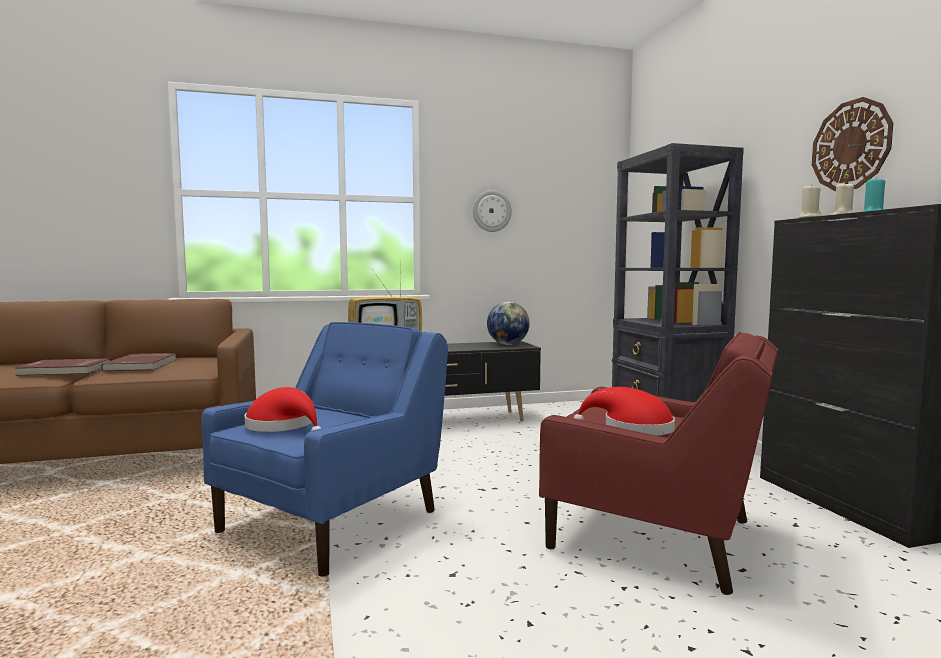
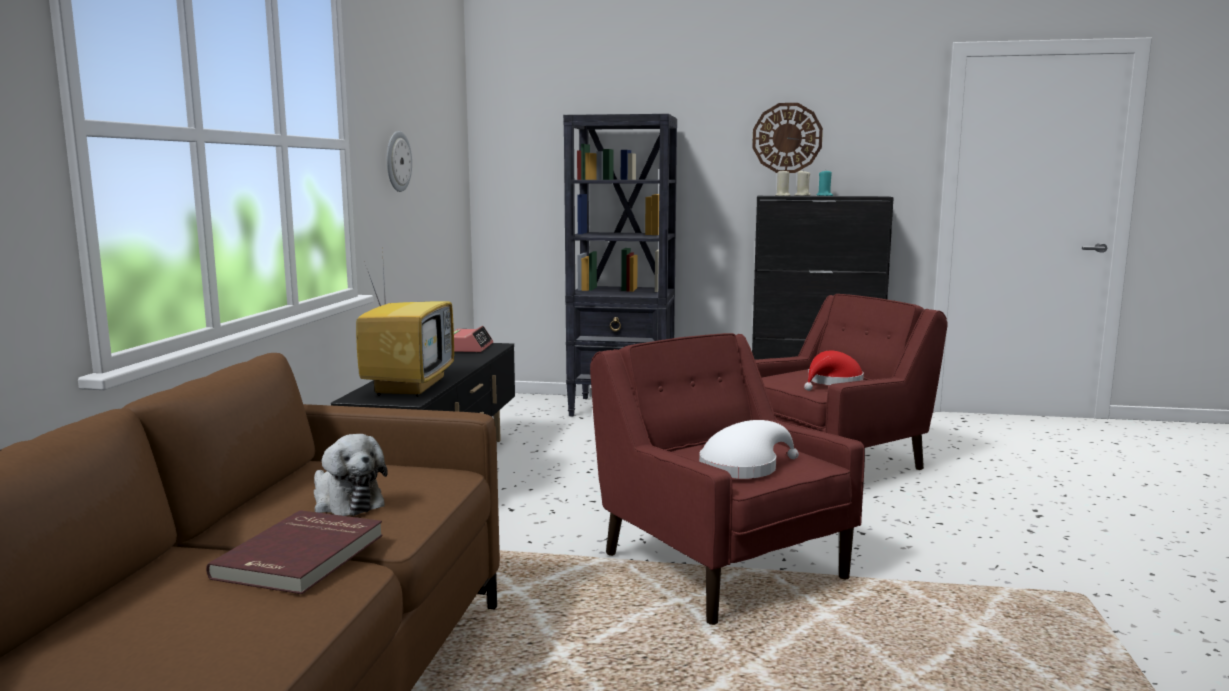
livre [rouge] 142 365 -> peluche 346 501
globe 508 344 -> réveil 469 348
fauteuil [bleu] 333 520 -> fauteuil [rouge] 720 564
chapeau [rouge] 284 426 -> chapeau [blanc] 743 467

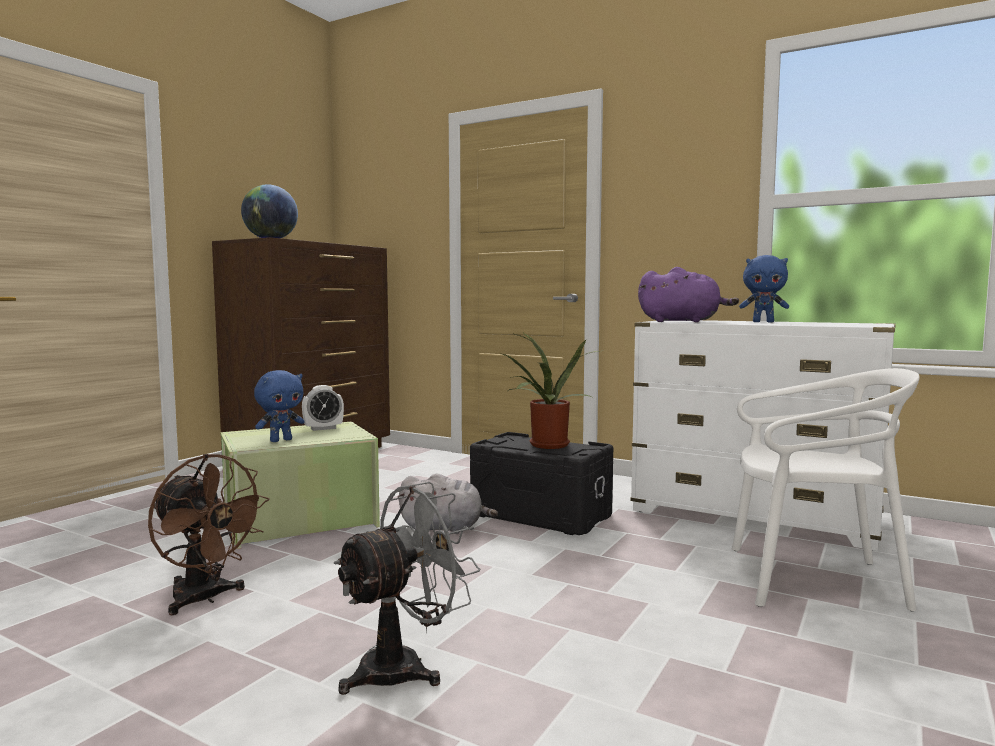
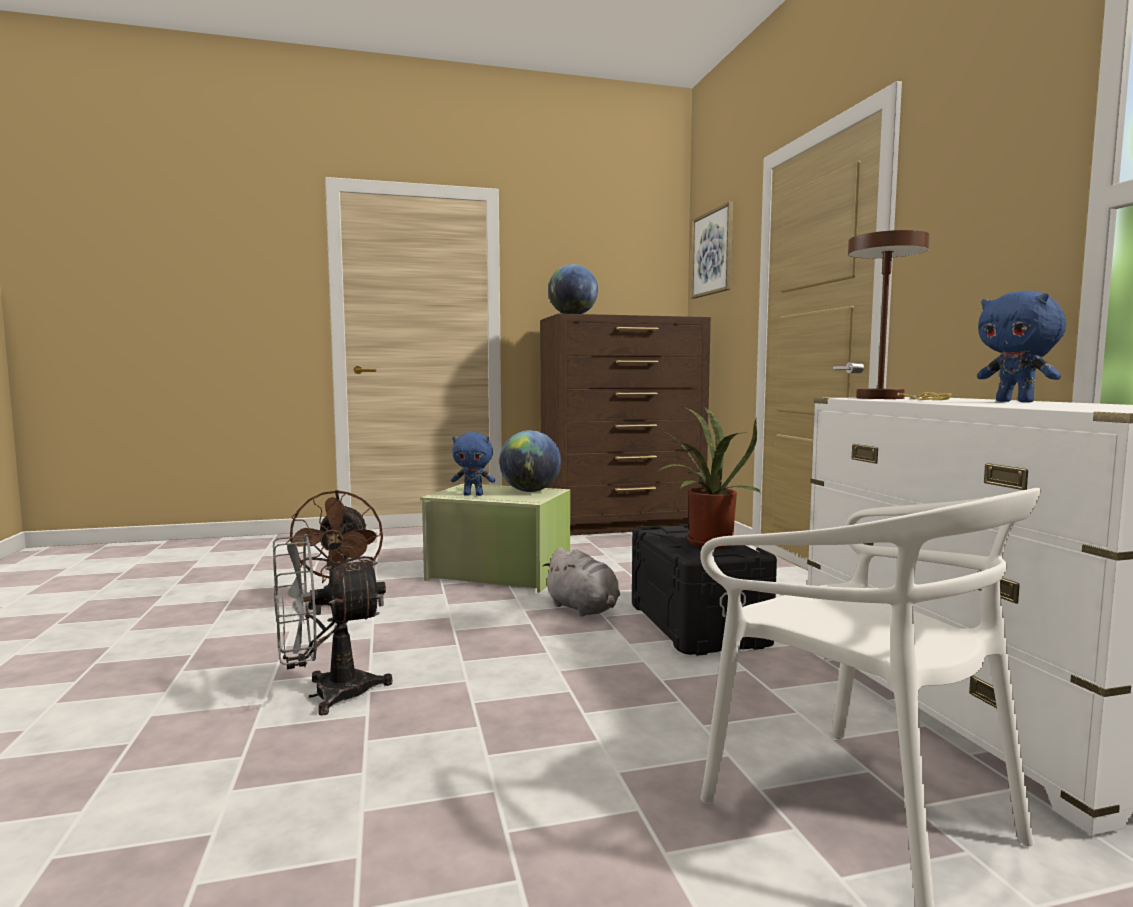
ventilateur [gris] 405 667 -> ventilateur [gris] 326 695, 150 degrees clockwise
réveil 323 428 -> globe 530 491
none -> tableau 712 253
peluche [violet] 682 321 -> lampe de table [marron] 887 398

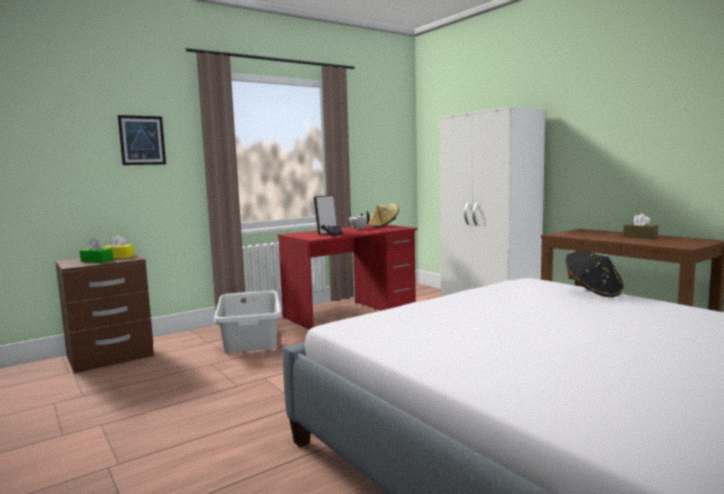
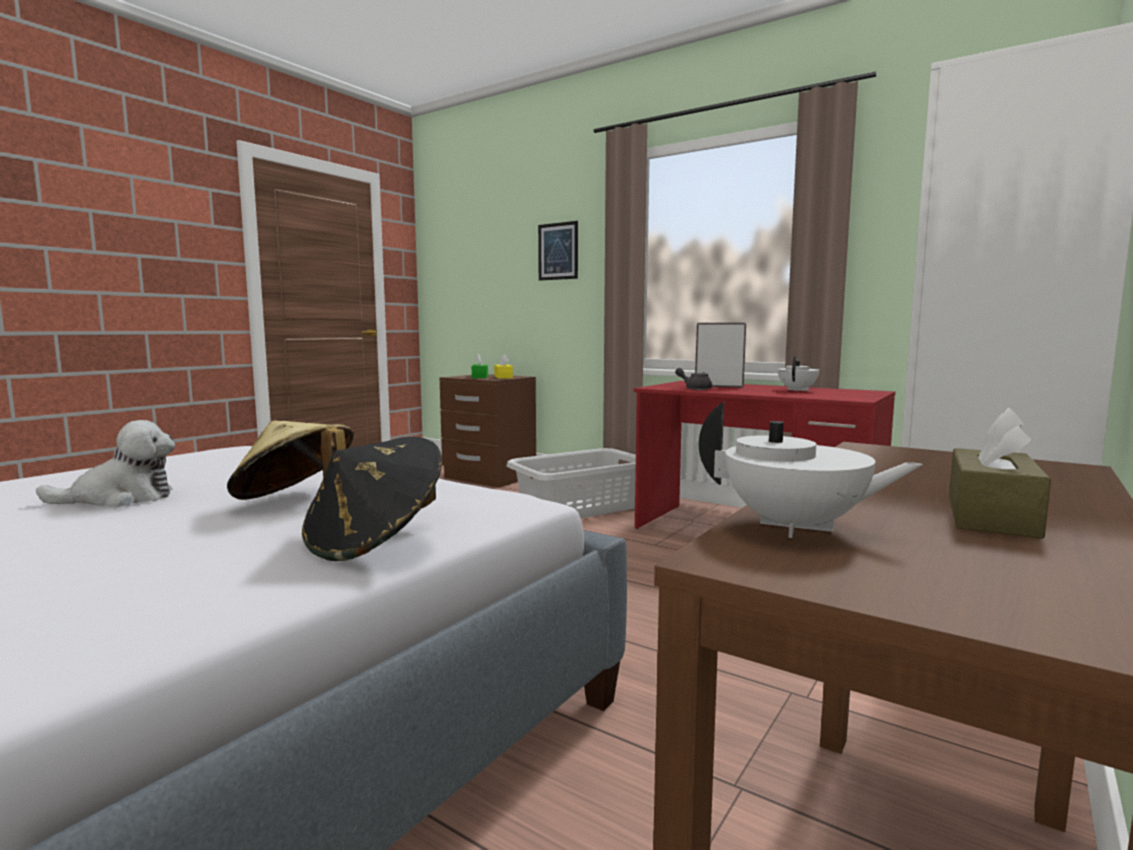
none -> peluche 121 498
chapeau [beige] 384 226 -> chapeau [beige] 296 501, shifted
none -> théière [blanc] 796 527

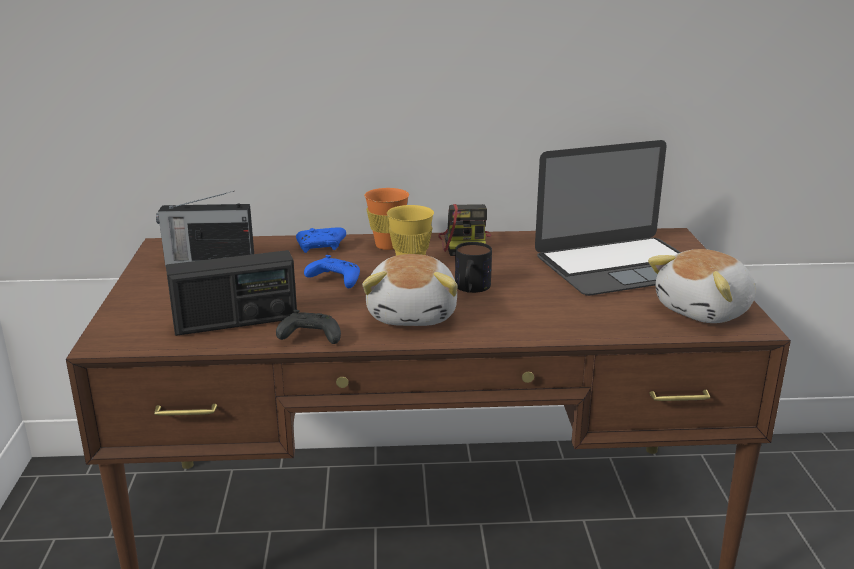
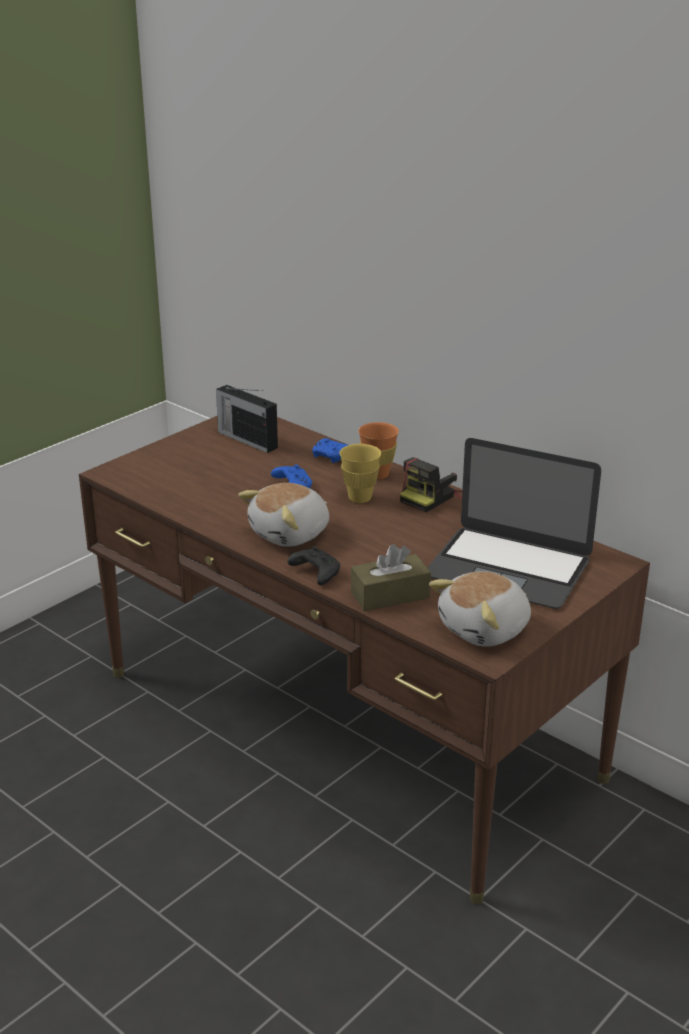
manette [noir] 309 338 -> manette [noir] 315 573, shifted
none -> boîte à mouchoirs [marron] 390 595
peluche 705 311 -> peluche 485 629, 45 degrees counterclockwise
radio 236 322 -> none
mug 471 289 -> none

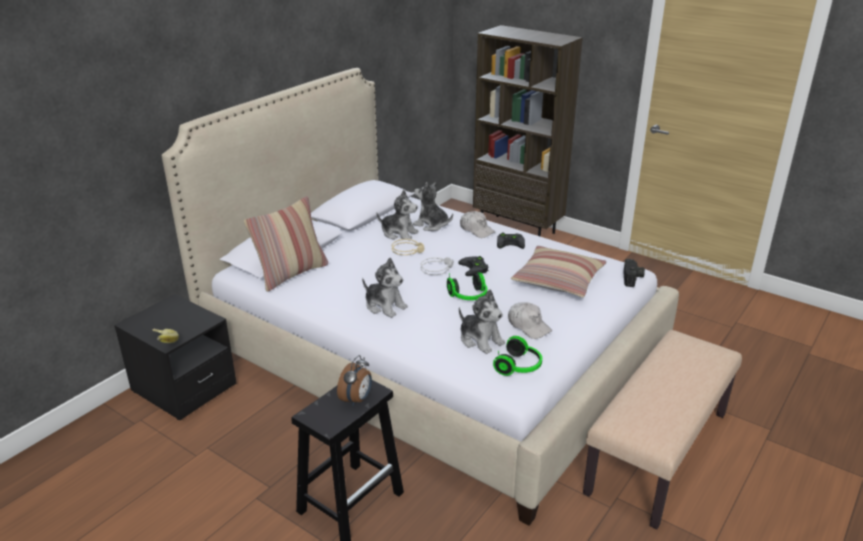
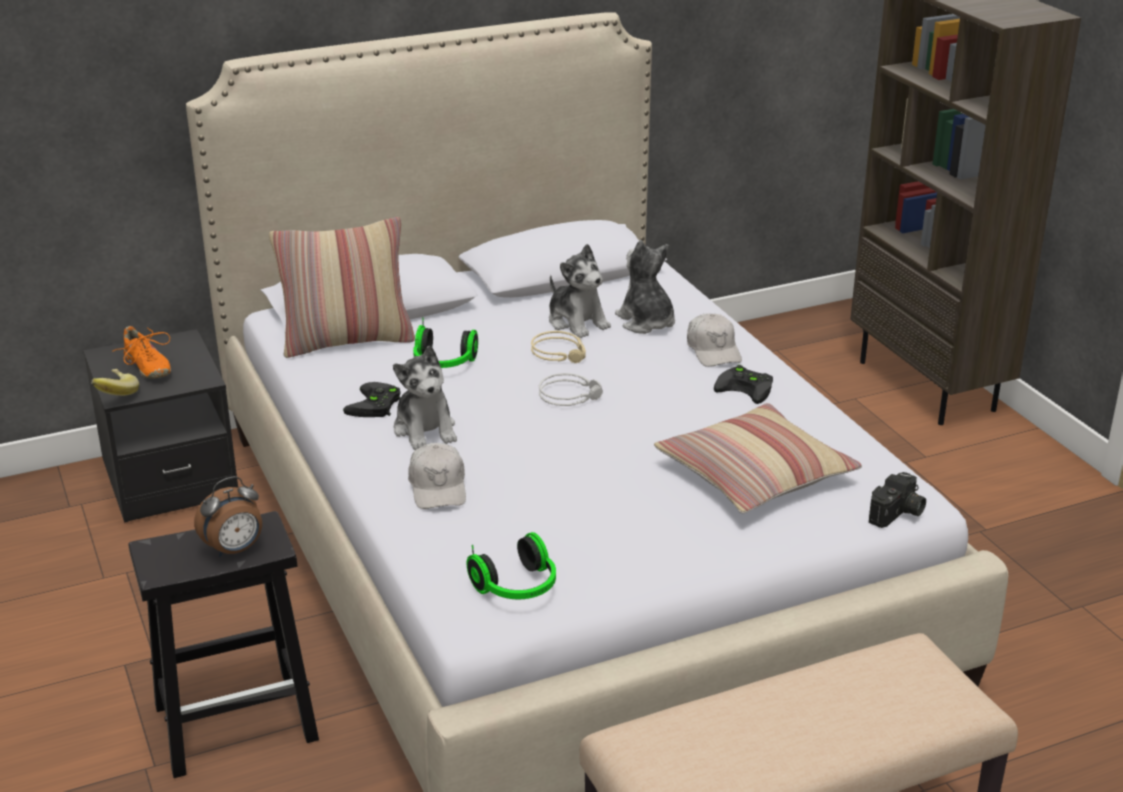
none -> chaussure [orange] 147 367
manette [noir] 475 268 -> manette [noir] 375 406, shifted
casquette [blanc] 528 326 -> casquette [blanc] 438 487, shifted
casque audio 469 297 -> casque audio 443 364, shifted
peluche 480 340 -> none

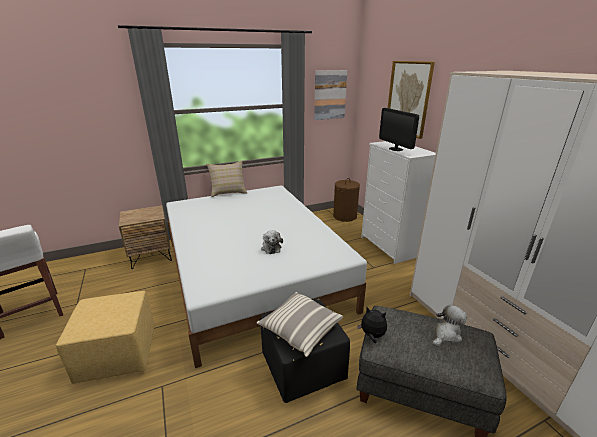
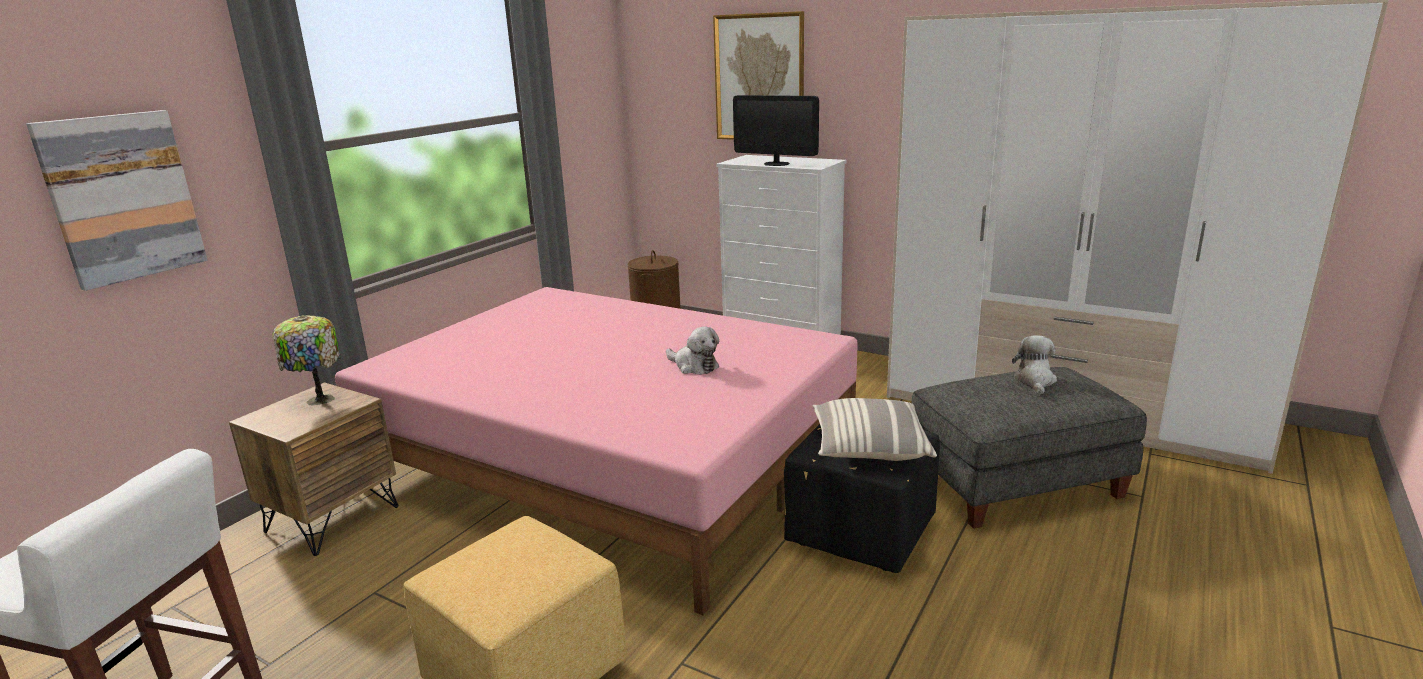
tableau 329 95 -> tableau 122 197, shifted
none -> lampe de table 318 401
lit [blanc] 253 273 -> lit [rose] 610 461
coussin [beige] 228 192 -> none
peluche 372 336 -> none

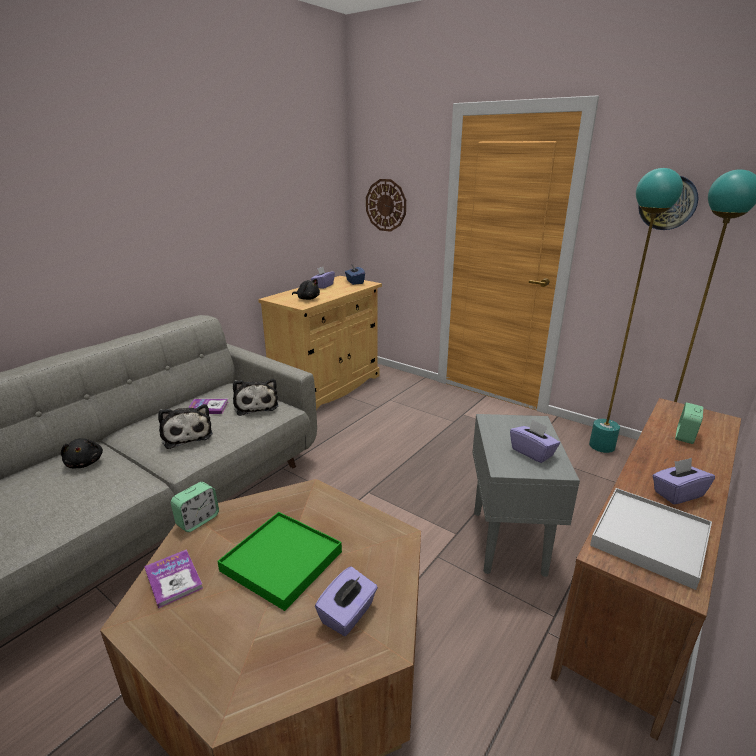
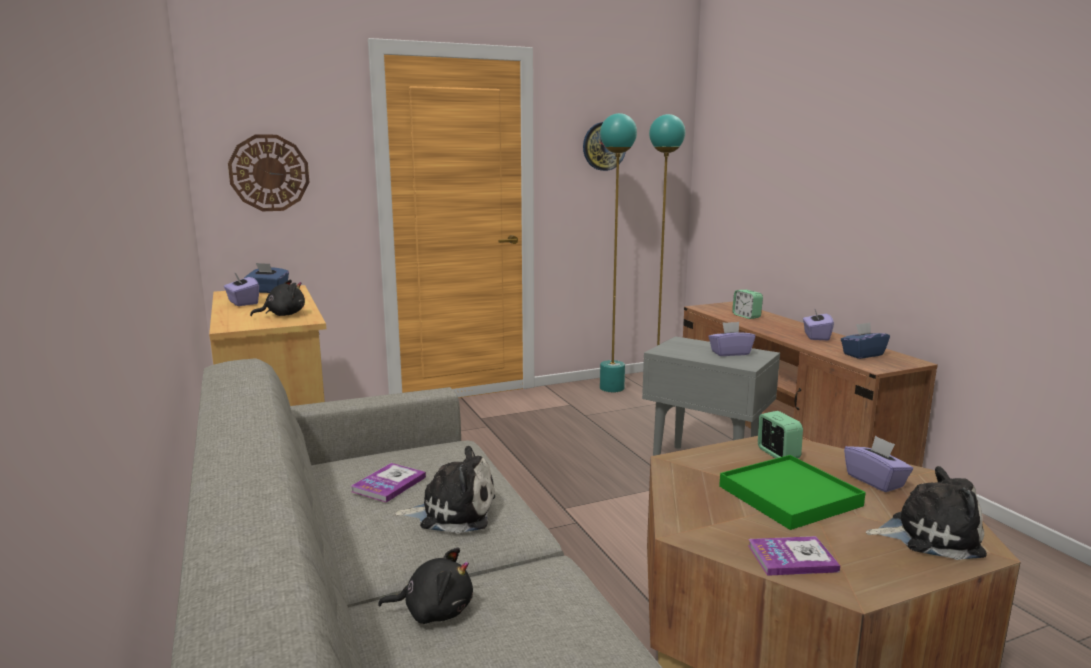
réveil 198 520 -> réveil 777 454, shifted
plateau [blanc] 649 539 -> boîte à mouchoirs [bleu] 862 354
peluche 256 405 -> peluche 929 535, shifted

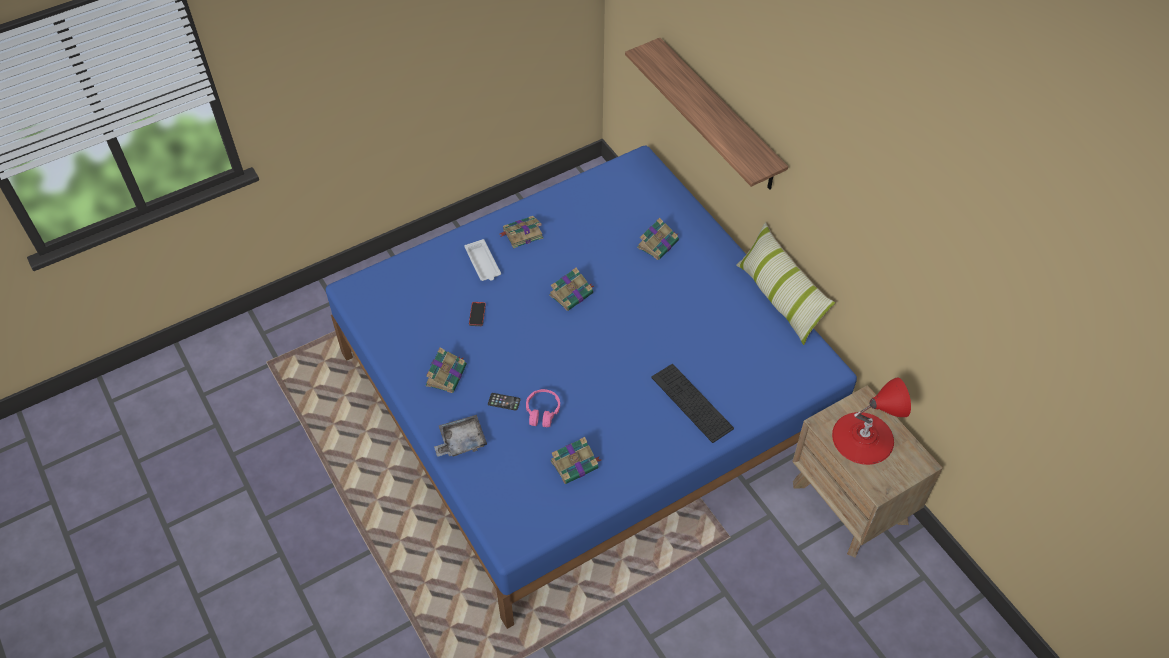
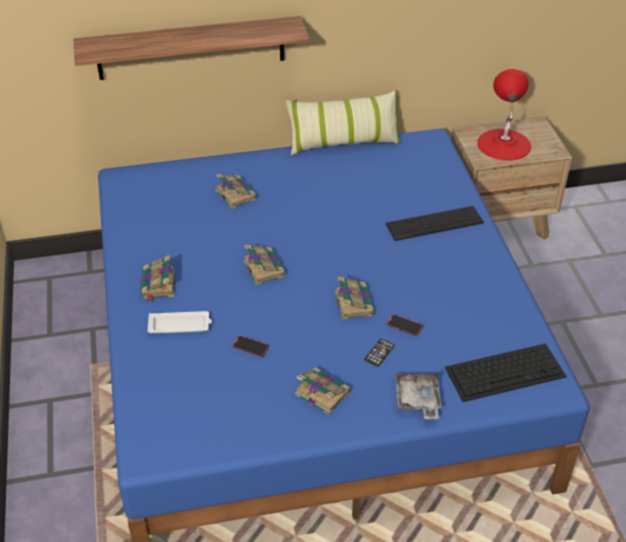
livre 575 464 -> livre 353 302, shifted
casque audio [rose] 542 412 -> téléphone 404 326
none -> clavier 506 371

